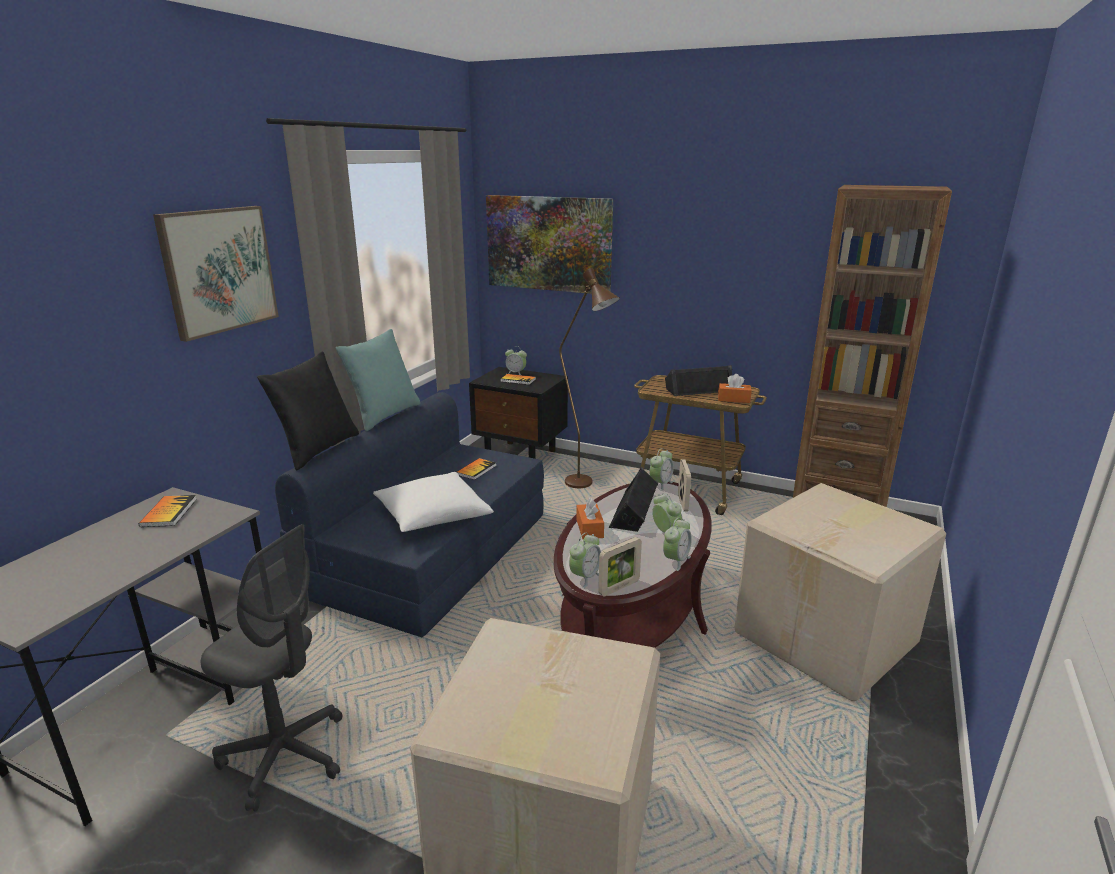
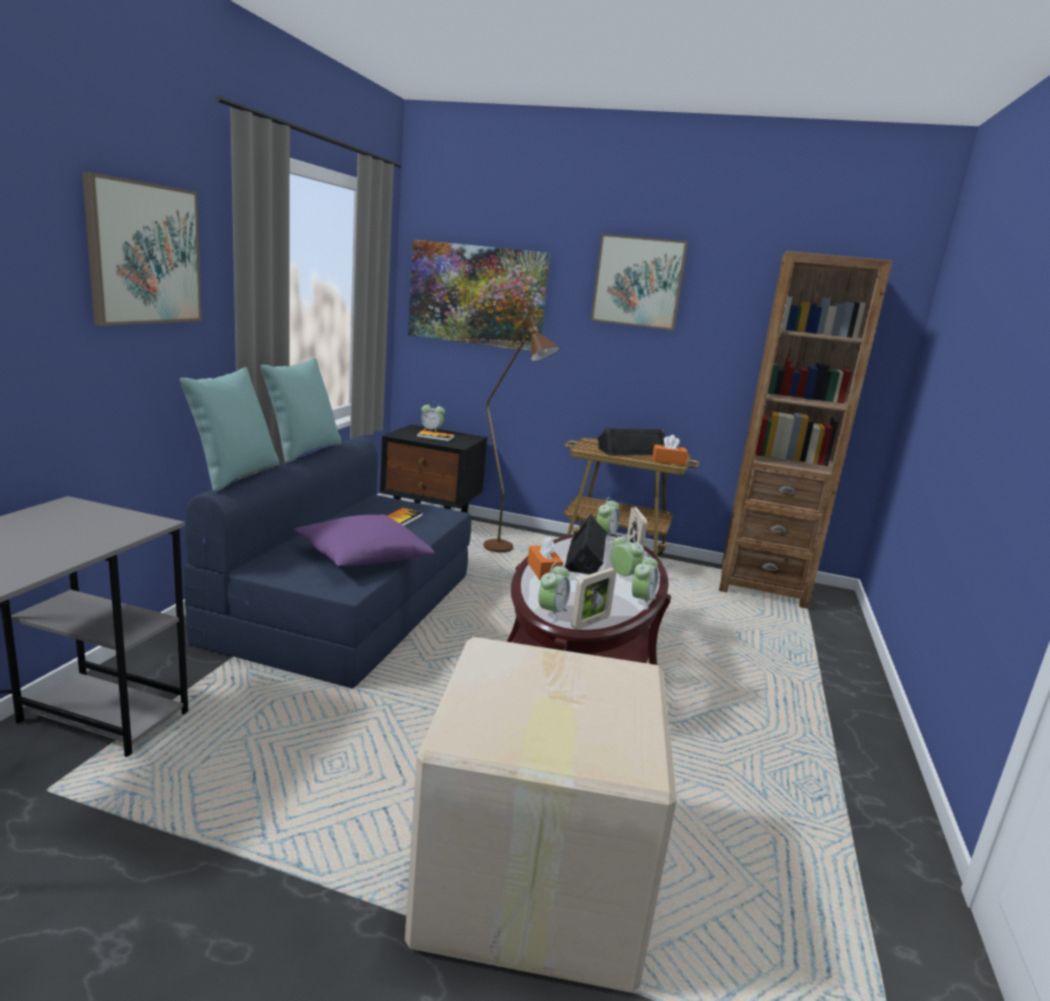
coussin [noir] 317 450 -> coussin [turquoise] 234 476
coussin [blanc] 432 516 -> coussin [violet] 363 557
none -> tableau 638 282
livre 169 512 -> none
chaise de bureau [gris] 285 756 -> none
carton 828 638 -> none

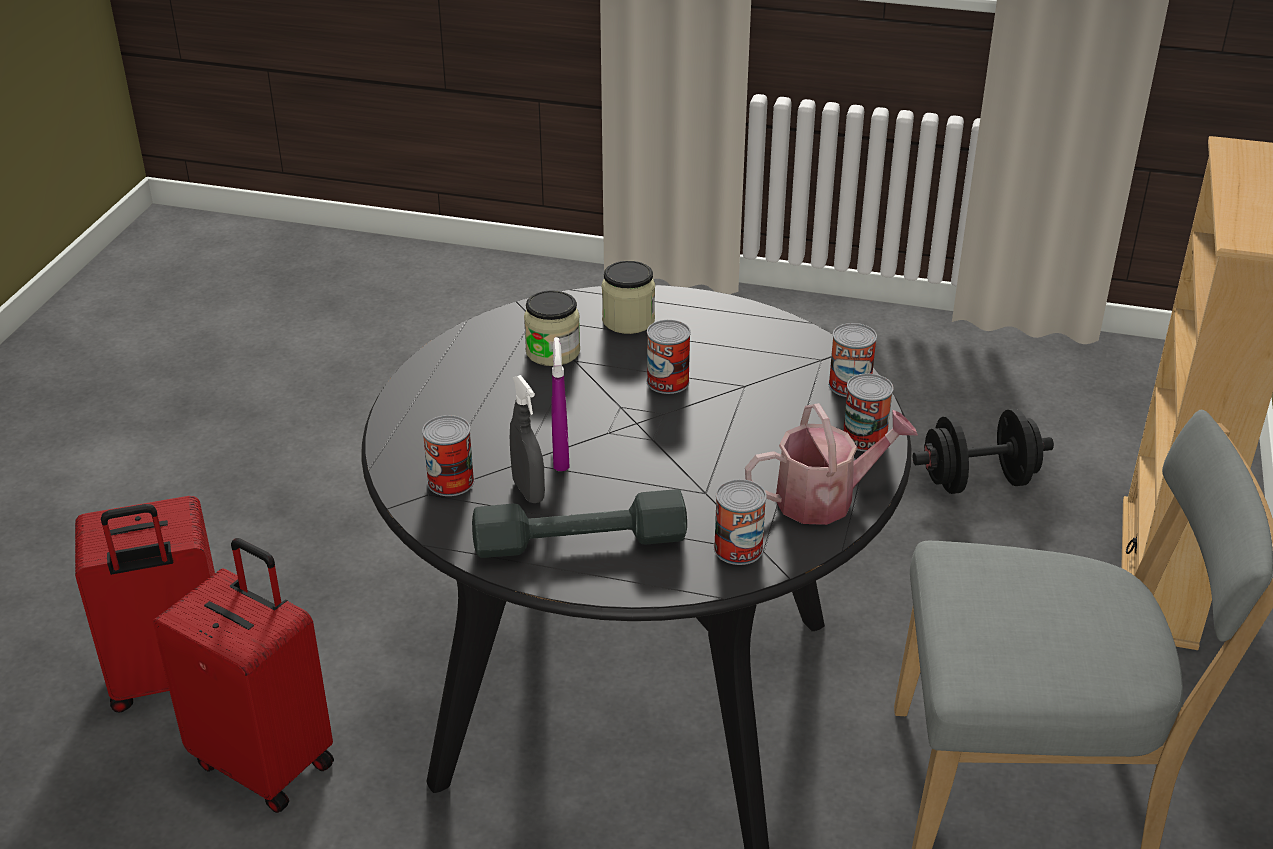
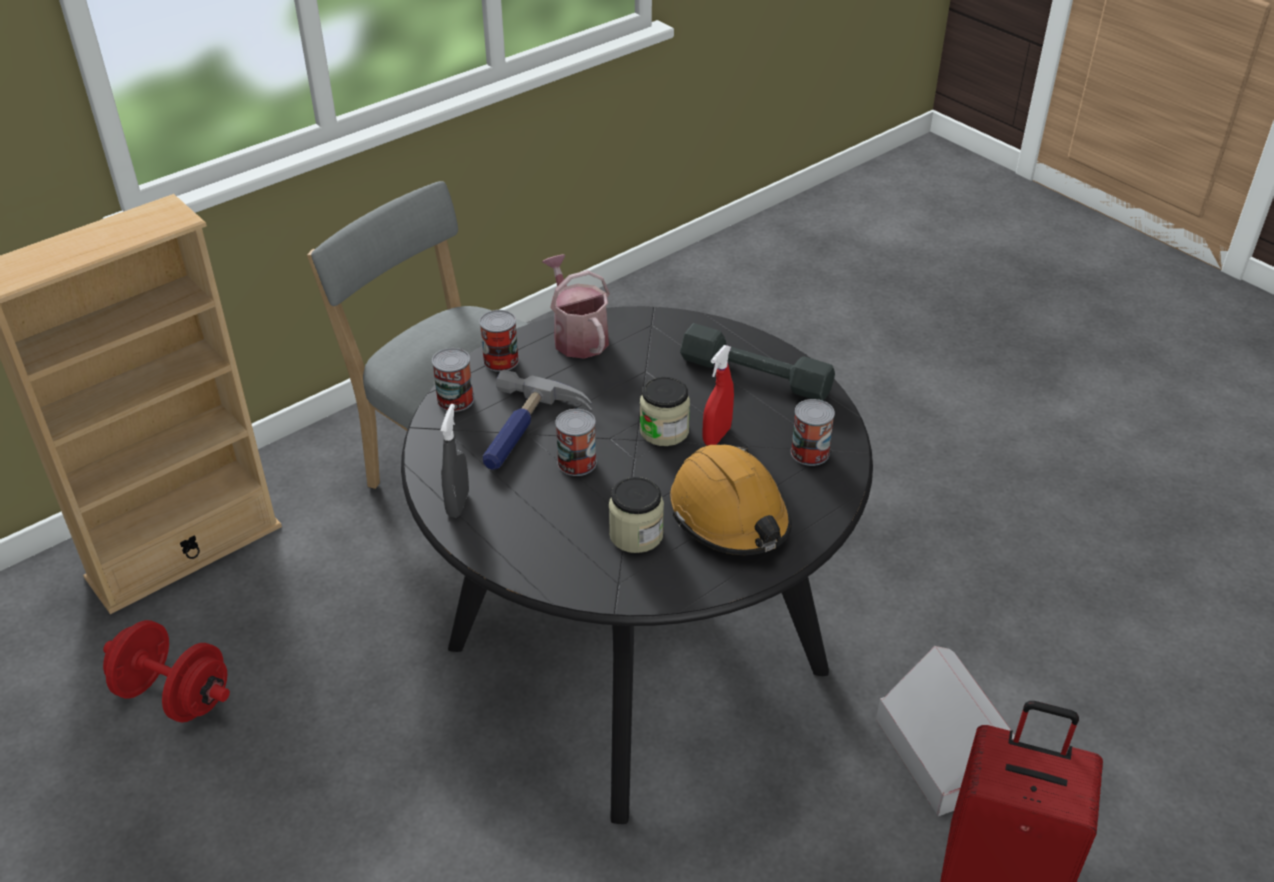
haltère [noir] 978 481 -> haltère [rouge] 174 695
vaporisateur [gris] 528 491 -> vaporisateur [gris] 458 504, shifted
none -> marteau 524 432
arrosoir 825 498 -> arrosoir 577 336, 45 degrees clockwise
bocal 628 320 -> bocal 664 431, shifted
none -> casque de chantier [orange] 730 516
vaporisateur [violet] 560 458 -> vaporisateur [rouge] 717 436
valise [rouge] 266 761 -> carton 941 753
boîte métallique 738 548 -> none

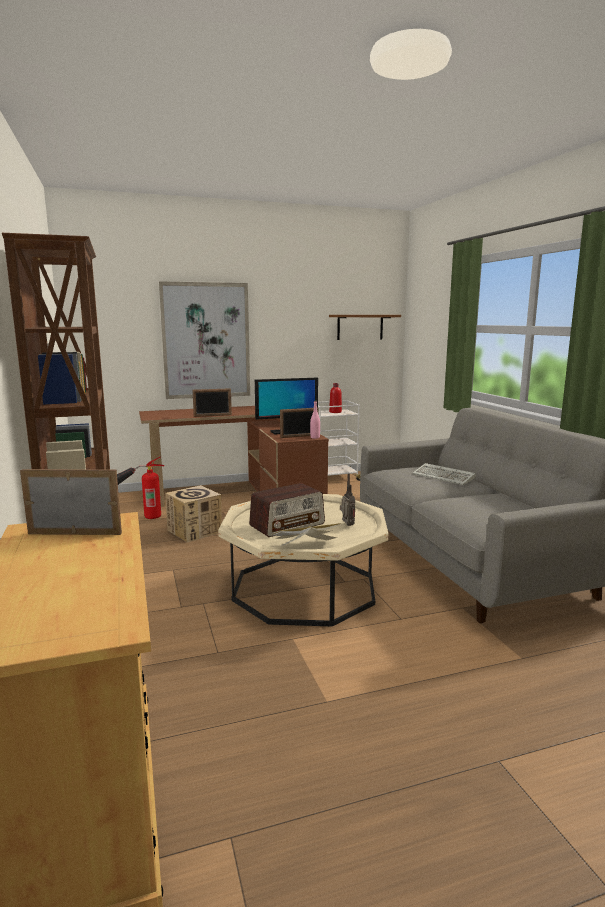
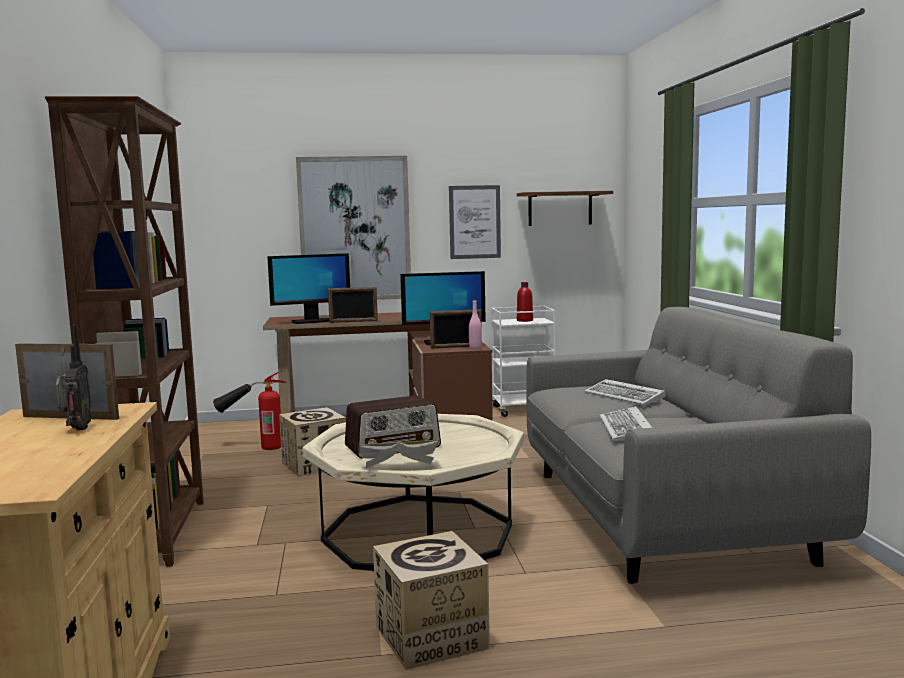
radio 347 525 -> radio 76 430, shifted
none -> écran d'ordinateur 311 321
none -> carton 431 637
none -> tableau 474 222
none -> clavier 627 429

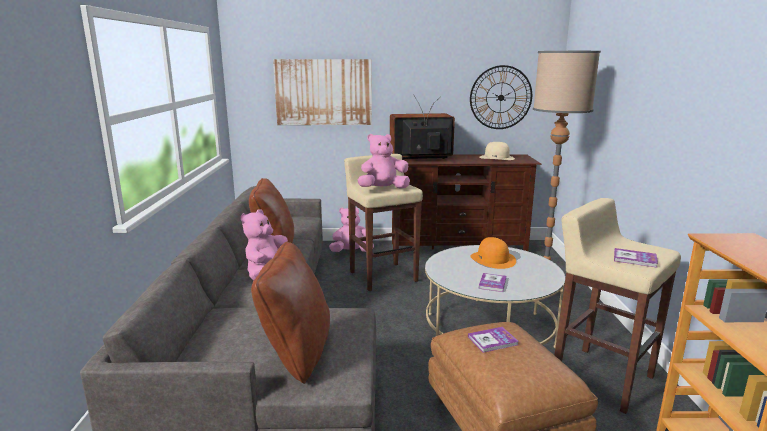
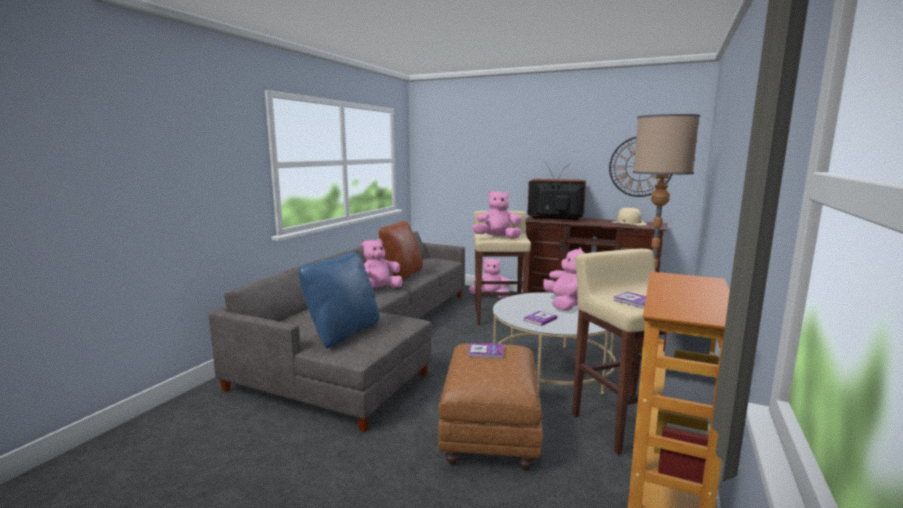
coussin [marron] 297 353 -> coussin [bleu] 343 333
chapeau [orange] 493 259 -> peluche [rose] 564 304
tableau 323 92 -> none

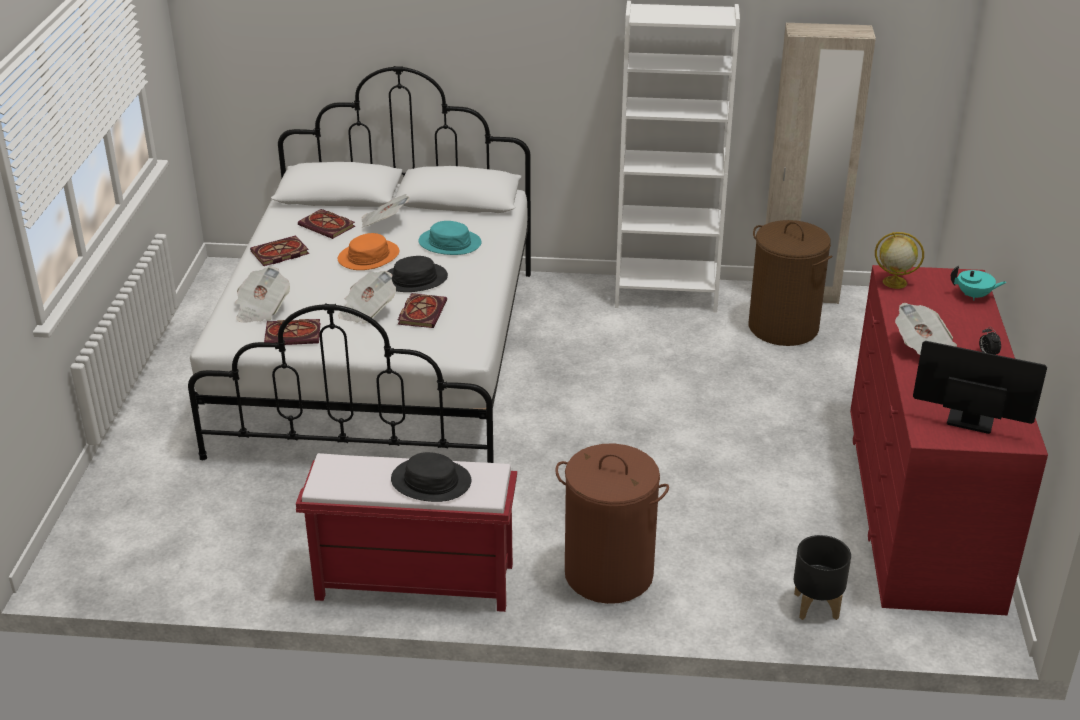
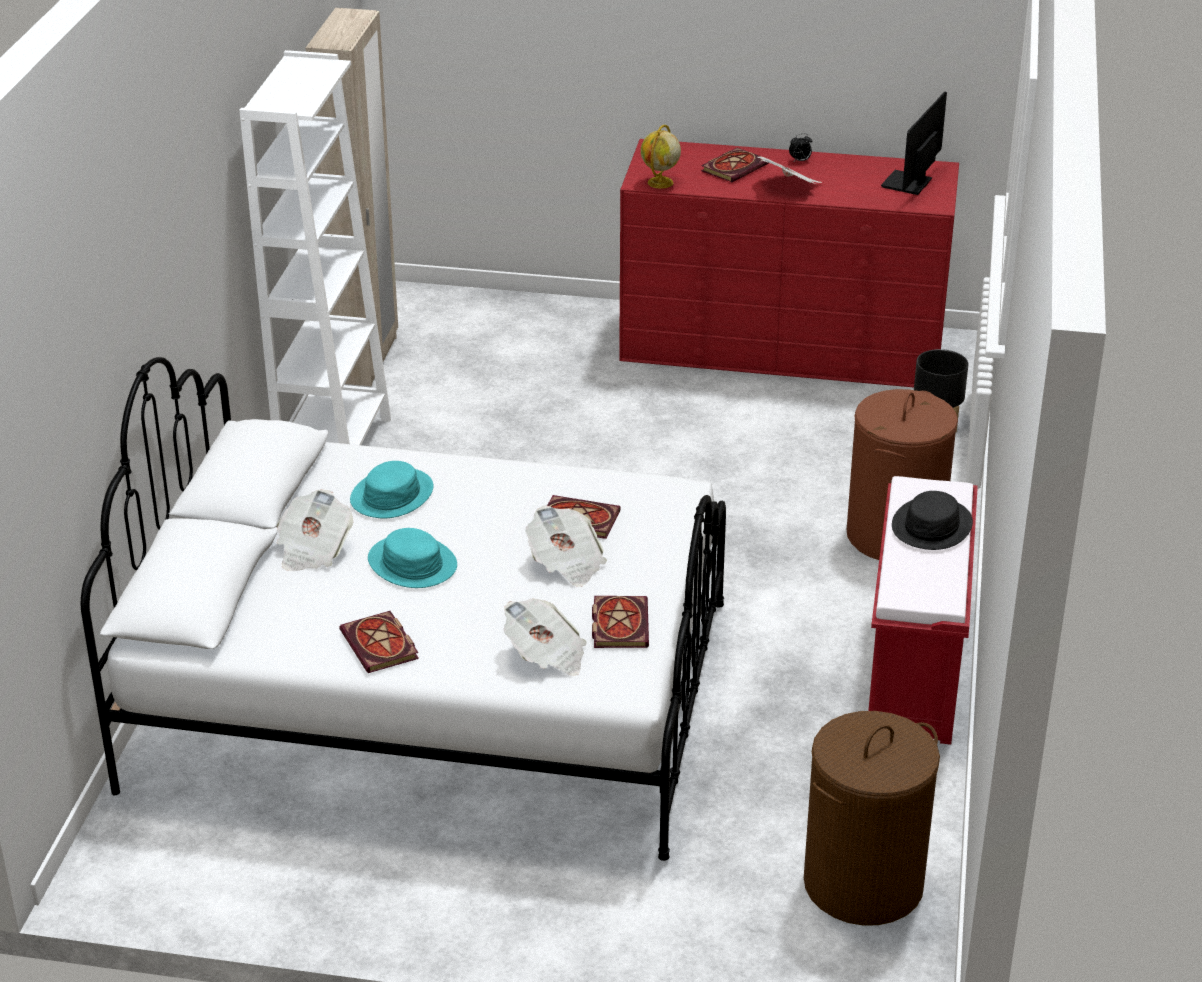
chapeau [orange] 368 256 -> chapeau [turquoise] 412 563
livre 328 226 -> livre 734 167, shifted
panier à linge [marron] 782 327 -> panier à linge [marron] 863 885, shifted
chapeau [noir] 414 279 -> none
théière [turquoise] 974 296 -> none

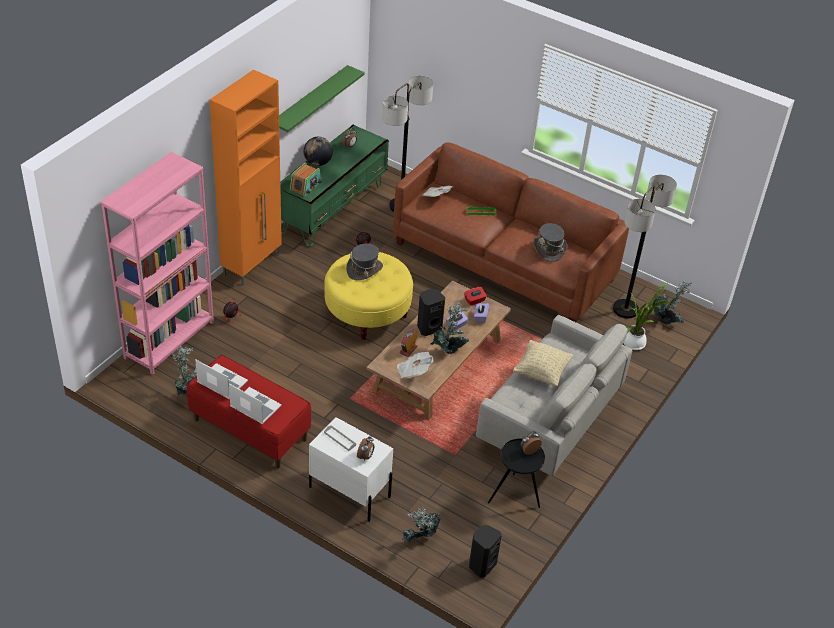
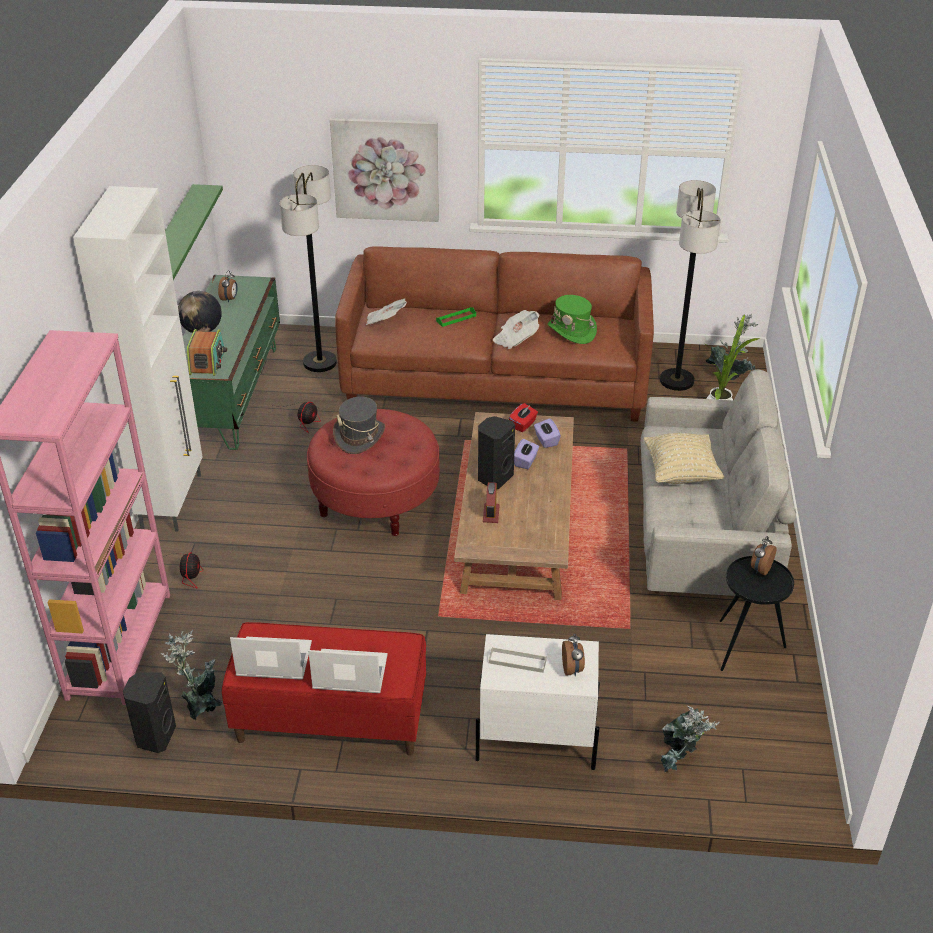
meuble de rangement [orange] 252 265 -> meuble de rangement [blanc] 173 500
enceinte [noir] 481 565 -> enceinte [noir] 154 736, shifted
pouf [jaune] 367 312 -> pouf [rouge] 375 500
none -> tableau 386 169
journal 413 371 -> journal 515 339, shifted
chapeau [gris] 549 249 -> chapeau [vert] 572 331
plante en pot 449 349 -> none

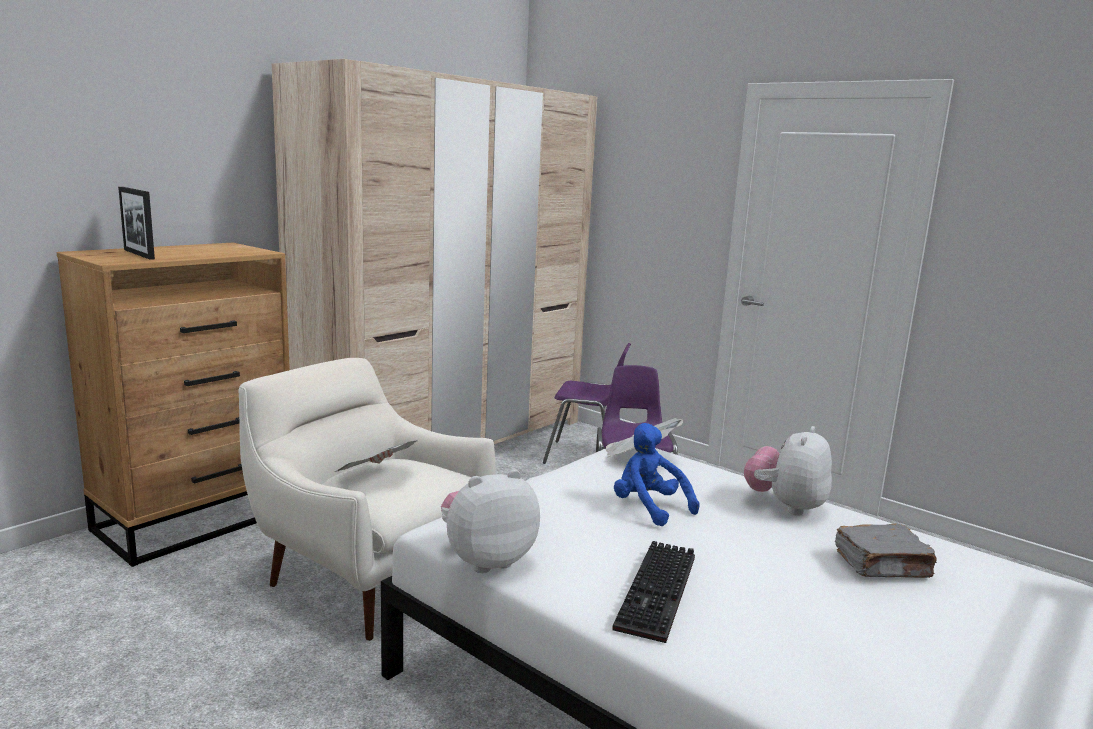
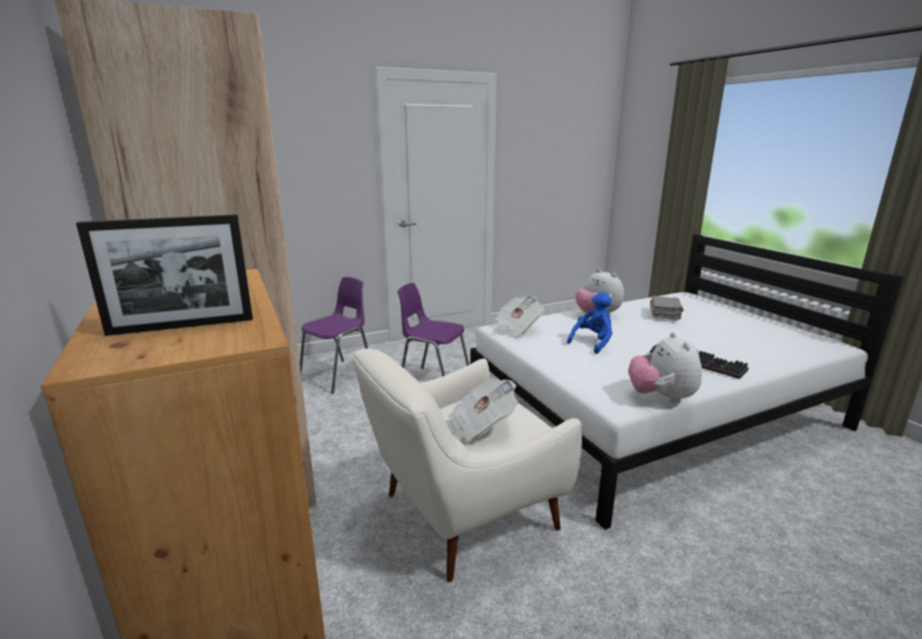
peluche [bleu] 648 508 -> peluche [bleu] 592 342, 150 degrees clockwise

